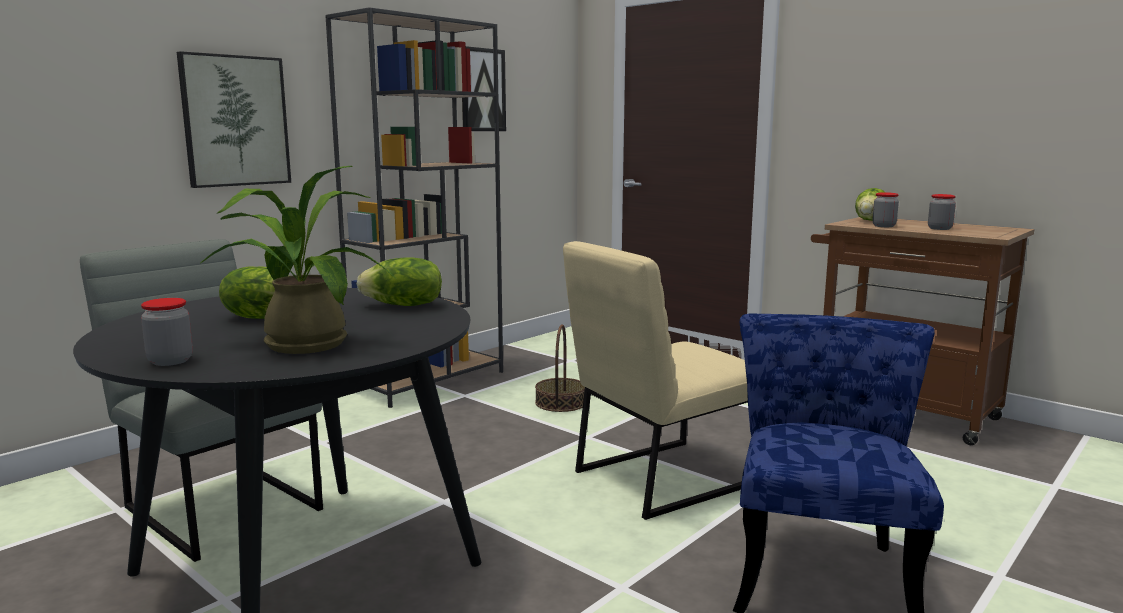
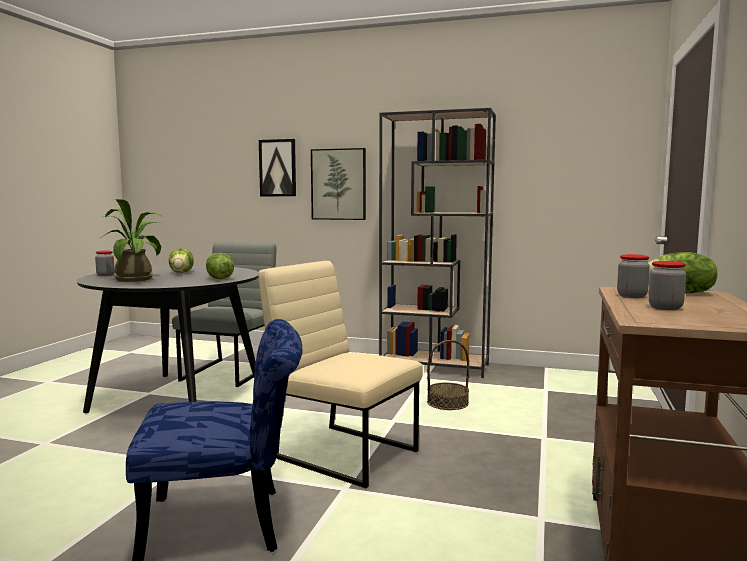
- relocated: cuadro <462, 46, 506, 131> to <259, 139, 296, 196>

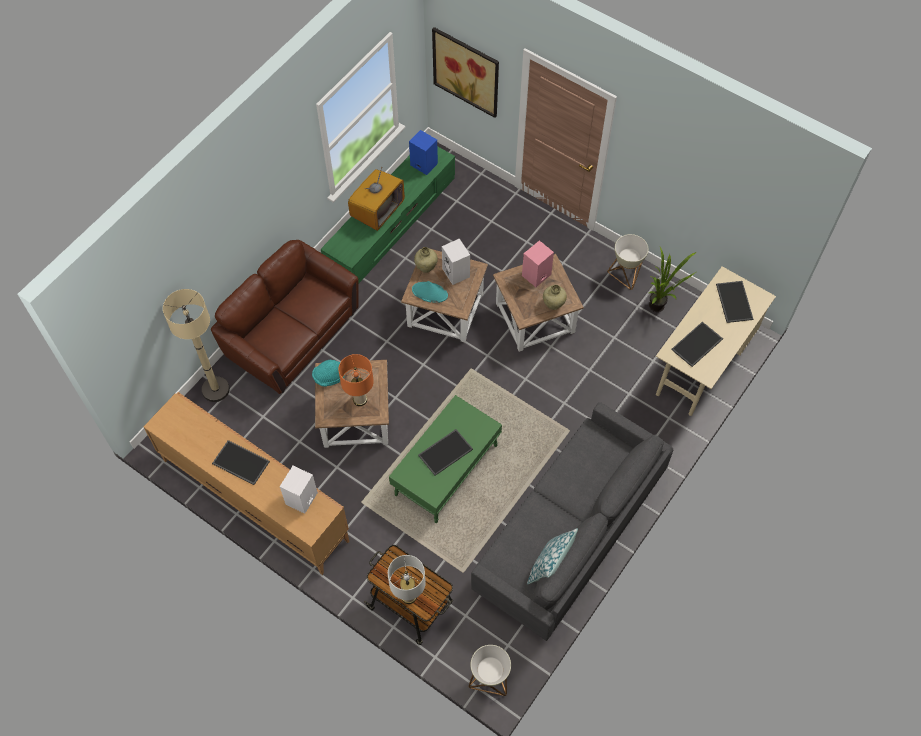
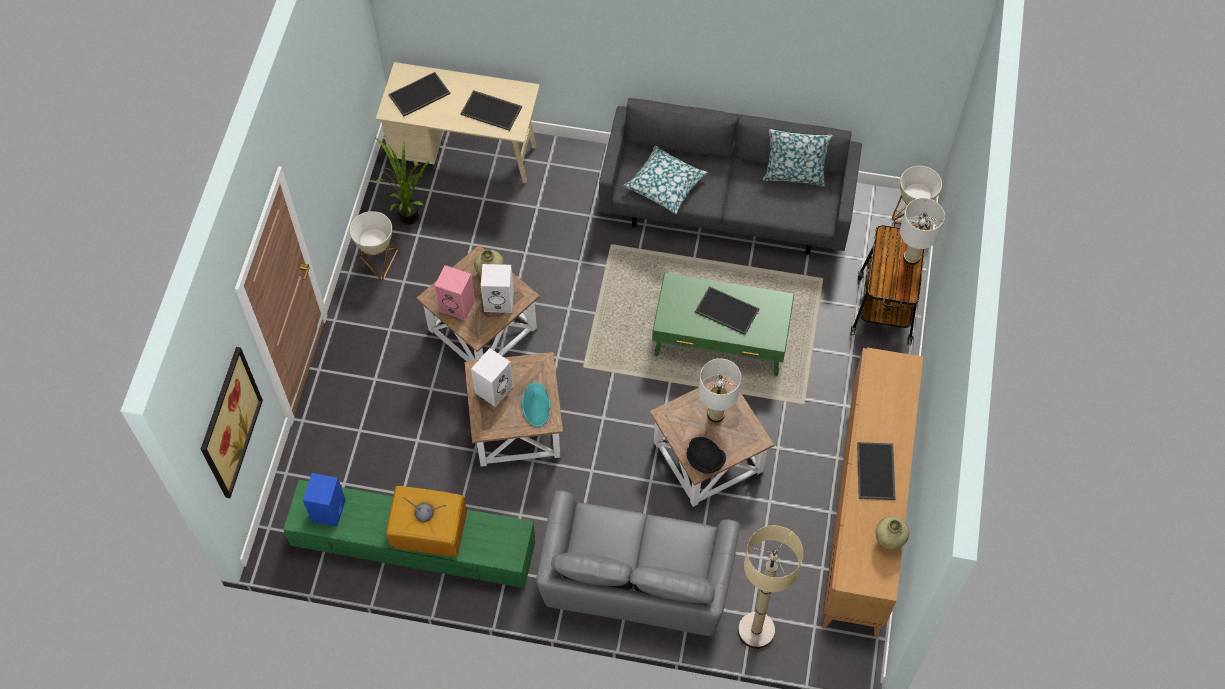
- colour: sofá [marrón] <211, 240, 359, 394> to sofá [gris] <536, 490, 740, 636>
- relocated: altavoz [blanco] <280, 466, 318, 514> to <481, 264, 514, 313>
- colour: sombrero [turquesa] <312, 360, 345, 387> to sombrero [negro] <686, 437, 726, 474>
- colour: lámpara de mesa [naranja] <338, 354, 374, 406> to lámpara de mesa [blanco] <698, 358, 741, 422>
- relocated: florero [beis] <414, 247, 438, 273> to <875, 516, 909, 550>
- appeared: cojín <623, 146, 708, 214>

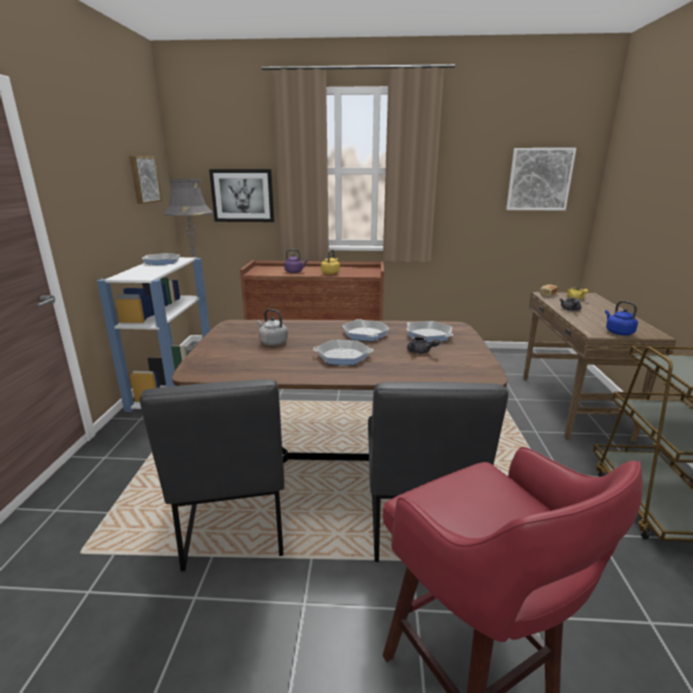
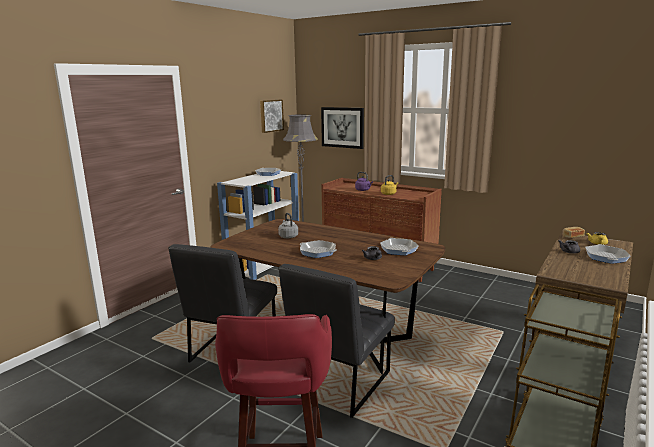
- relocated: sartén <342, 319, 389, 341> to <585, 244, 631, 264>
- missing: cuadro <506, 148, 576, 210>
- missing: hervidor [azul] <605, 301, 638, 335>

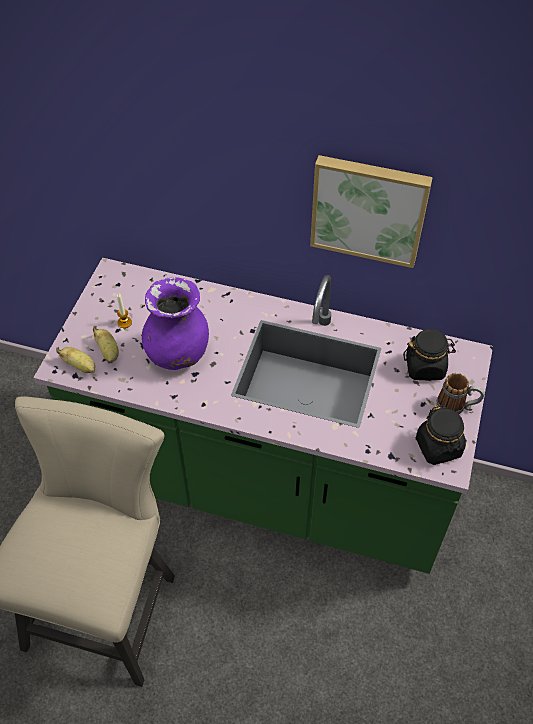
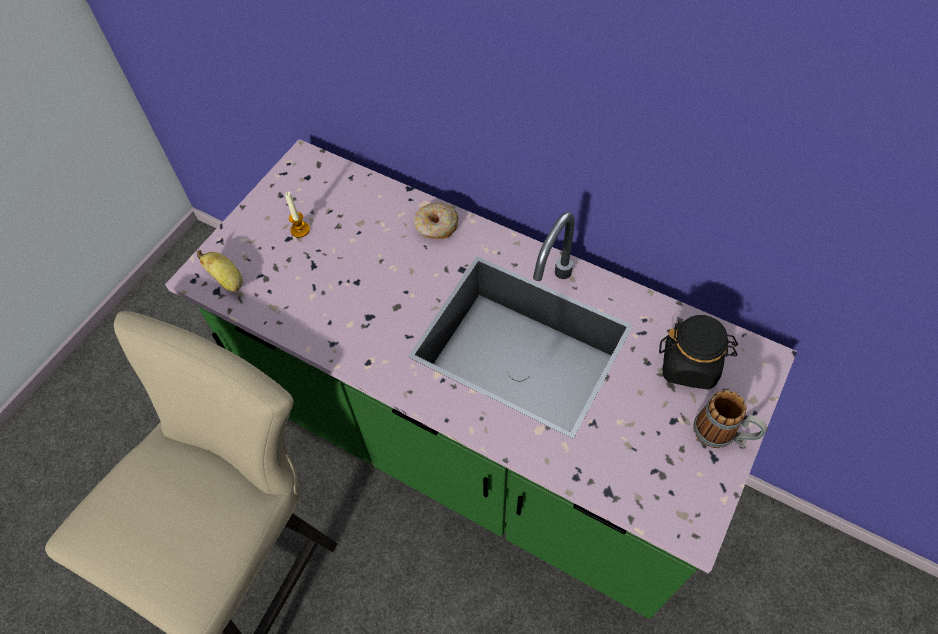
- missing: plátano <93, 326, 119, 363>
- missing: florero [morado] <142, 277, 209, 370>
- missing: cuadro <310, 155, 433, 268>
- missing: tarro [negro] <416, 405, 466, 465>
- appeared: rosquilla <414, 203, 459, 239>

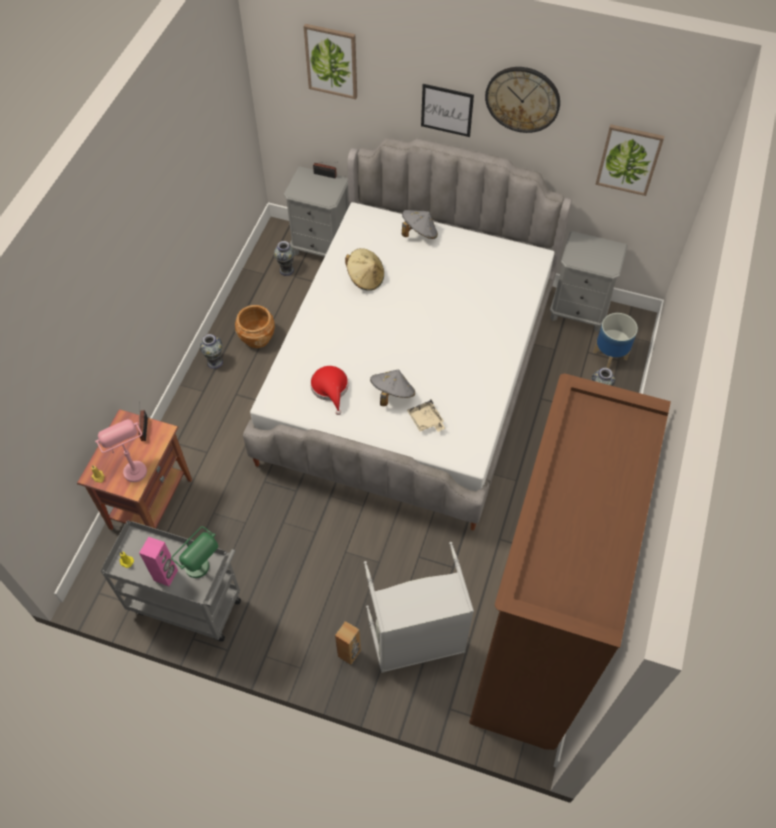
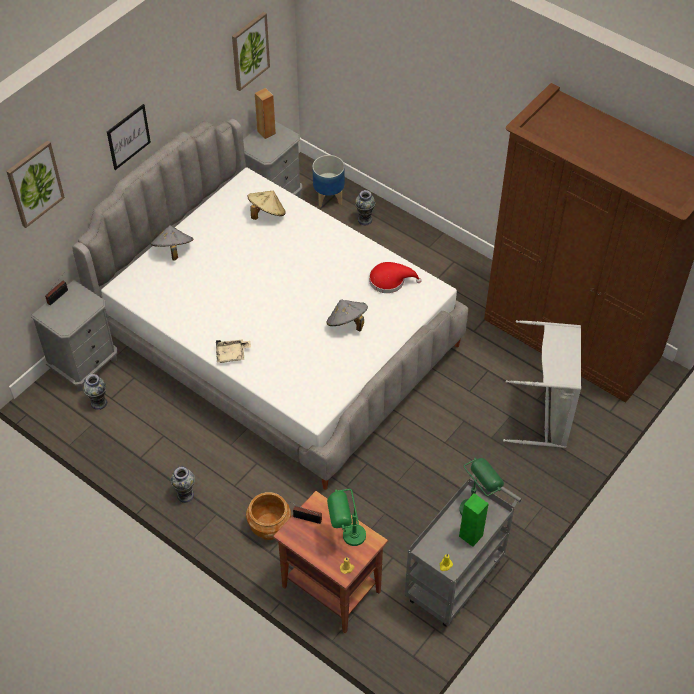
- colour: lámpara de mesa [rosa] <95, 419, 147, 482> to lámpara de mesa [verde] <327, 489, 366, 546>
- colour: altavoz [rosa] <139, 537, 178, 586> to altavoz [verde] <459, 493, 489, 547>
- relocated: maceta [marrón] <235, 305, 275, 348> to <246, 492, 291, 540>
- relocated: sombrero [rojo] <310, 366, 348, 415> to <369, 262, 421, 293>
- relocated: altavoz [marrón] <335, 621, 361, 665> to <255, 88, 276, 139>
- relocated: sombrero [beis] <345, 248, 384, 291> to <247, 191, 286, 220>
- relocated: bandeja [beis] <407, 400, 446, 432> to <216, 339, 251, 363>
- missing: reloj de pared <485, 67, 560, 133>

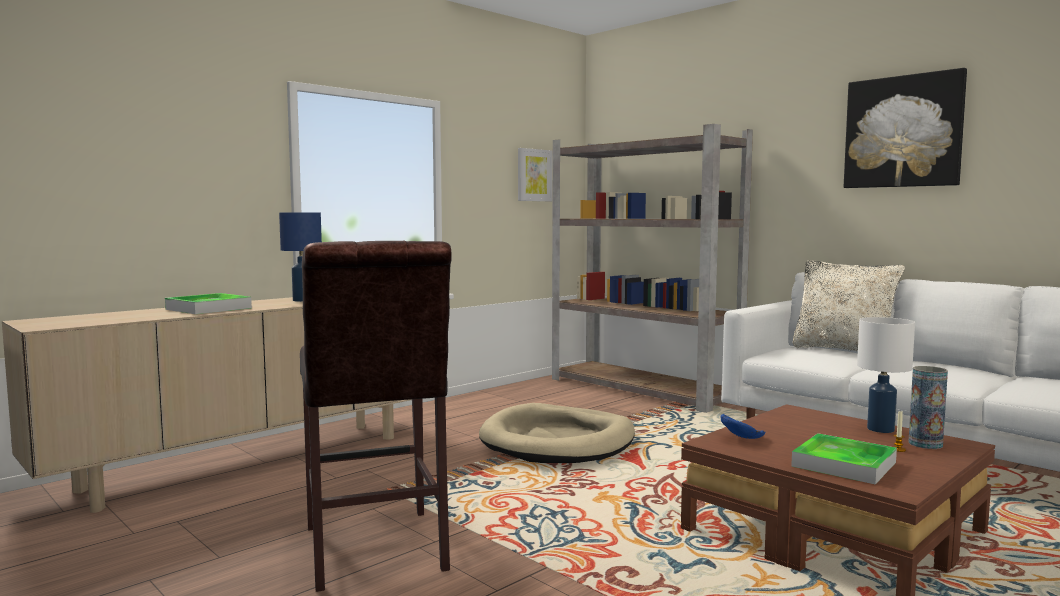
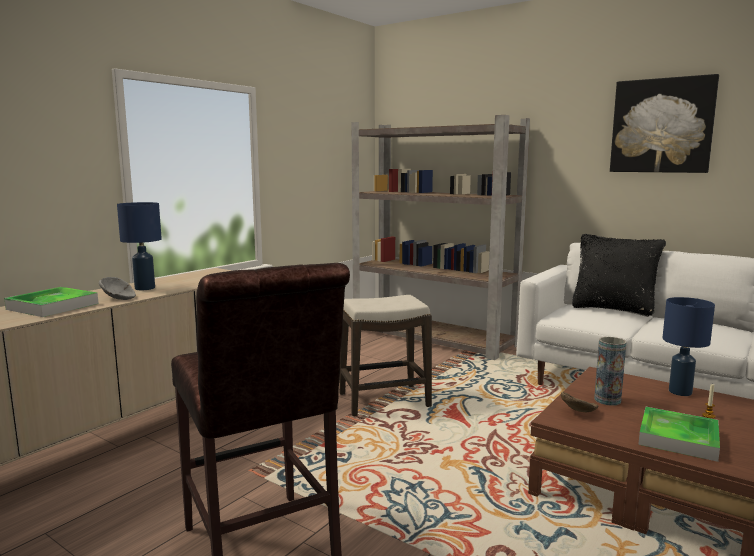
- exchanged: cama para perro [beis] <479, 403, 635, 463> to taburete <340, 295, 432, 416>
- missing: cuadro <518, 148, 552, 201>
- colour: cuenco [azul] <721, 414, 766, 439> to cuenco [marrón] <561, 392, 598, 412>
- colour: cojín [beis] <793, 260, 905, 352> to cojín [negro] <572, 234, 666, 316>
- colour: lámpara de mesa [blanco] <857, 317, 915, 433> to lámpara de mesa [azul] <663, 297, 715, 396>
- relocated: florero <908, 366, 948, 449> to <594, 337, 626, 406>
- appeared: cuenco [gris] <99, 277, 136, 300>

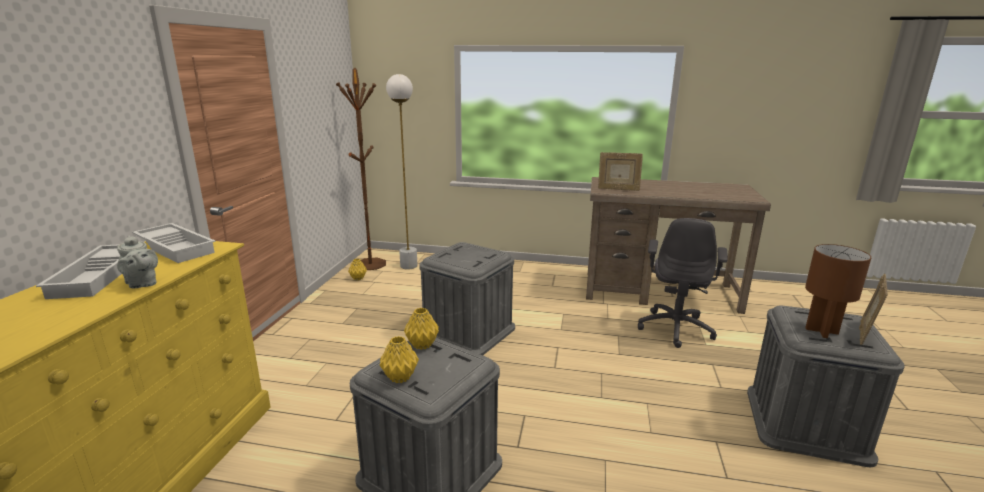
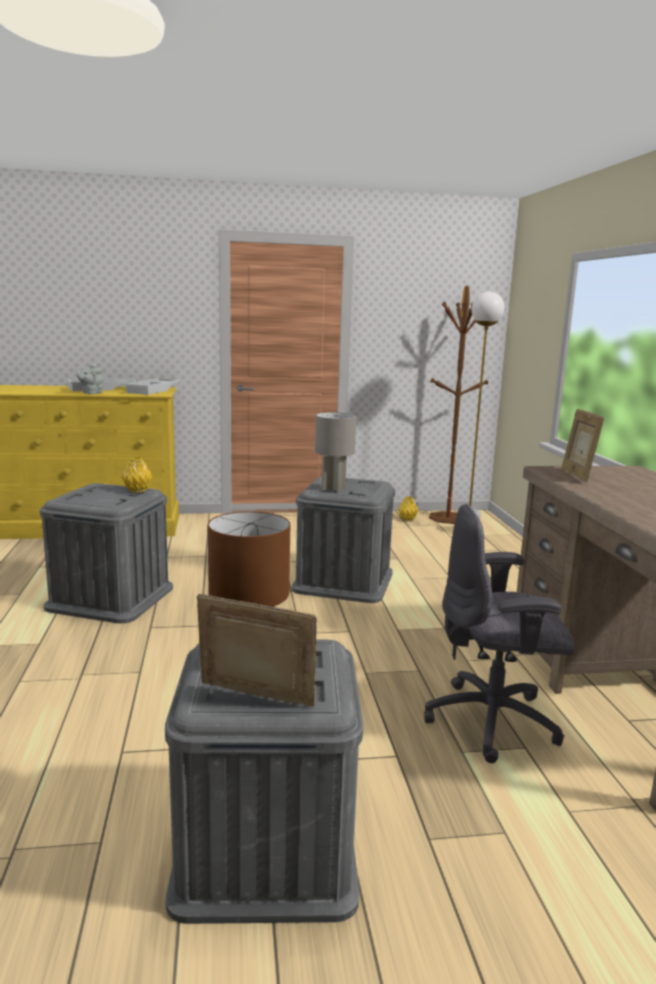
- missing: florero [amarillo] <380, 336, 419, 383>
- appeared: lámpara de mesa [gris] <315, 412, 356, 492>

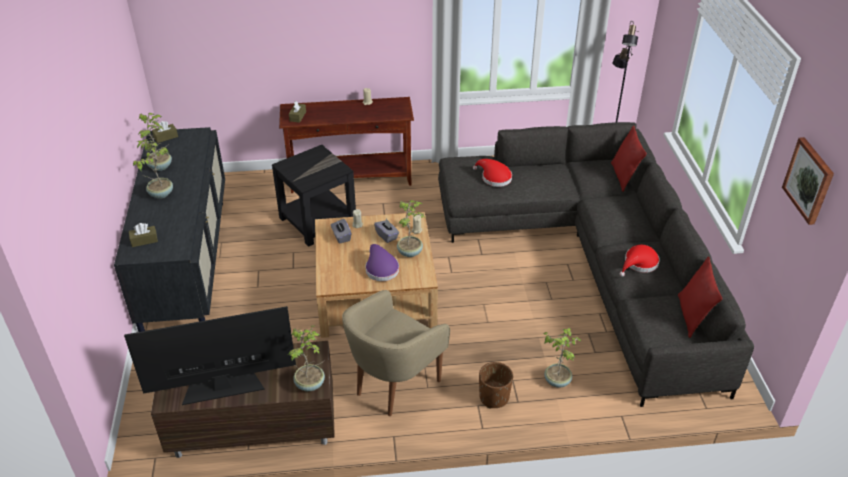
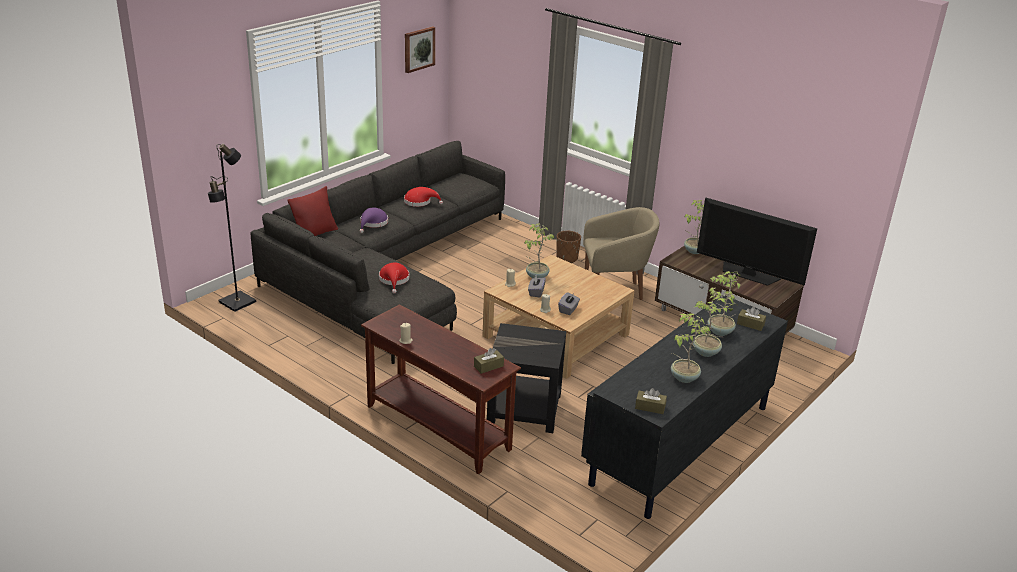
- relocated: sombrero [morado] <365, 244, 399, 281> to <359, 207, 388, 233>
- relocated: planta en maceta <544, 328, 581, 387> to <707, 271, 741, 336>
- missing: cojín [rojo] <678, 256, 723, 338>

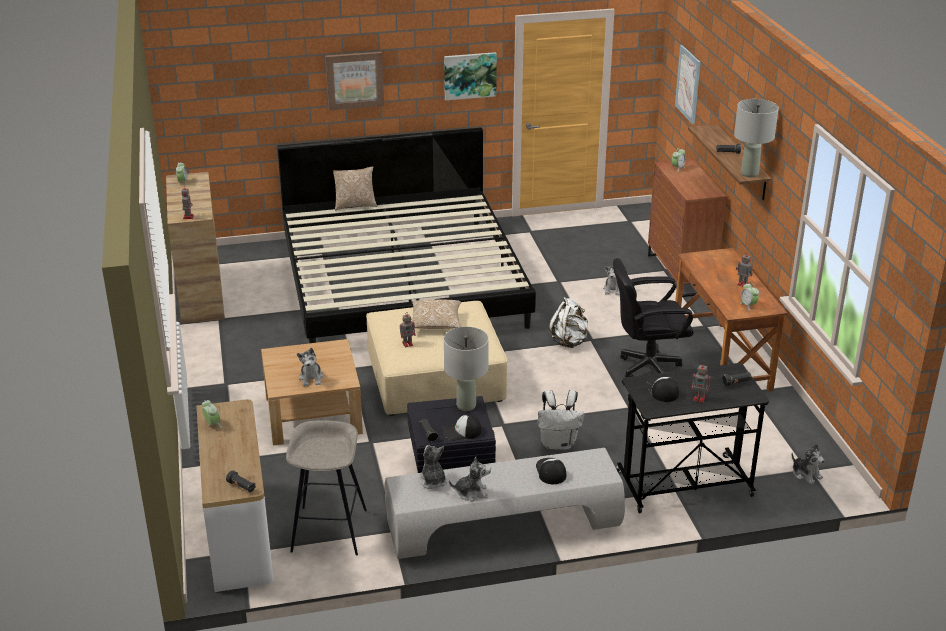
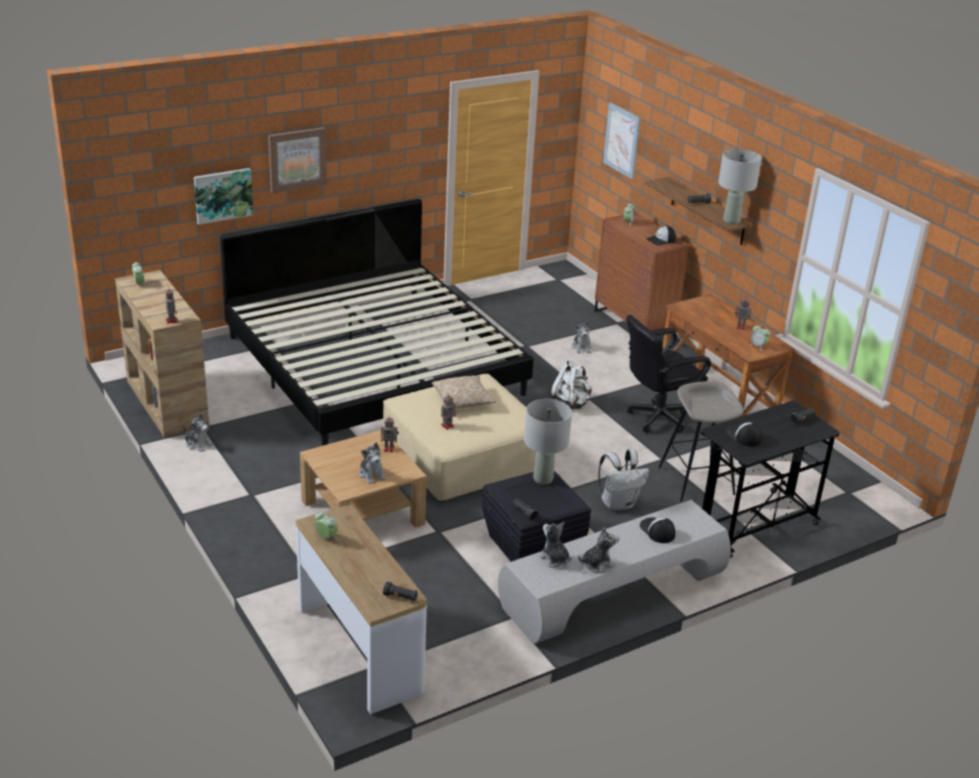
- relocated: taburete [gris] <286, 420, 367, 555> to <659, 381, 744, 502>
- missing: cojín <333, 166, 377, 210>
- relocated: gorra <443, 414, 481, 441> to <646, 226, 676, 246>
- relocated: cuadro <444, 52, 497, 100> to <194, 168, 253, 225>
- relocated: robot de juguete <691, 364, 712, 403> to <381, 415, 399, 452>
- relocated: peluche <792, 444, 824, 485> to <183, 414, 213, 452>

